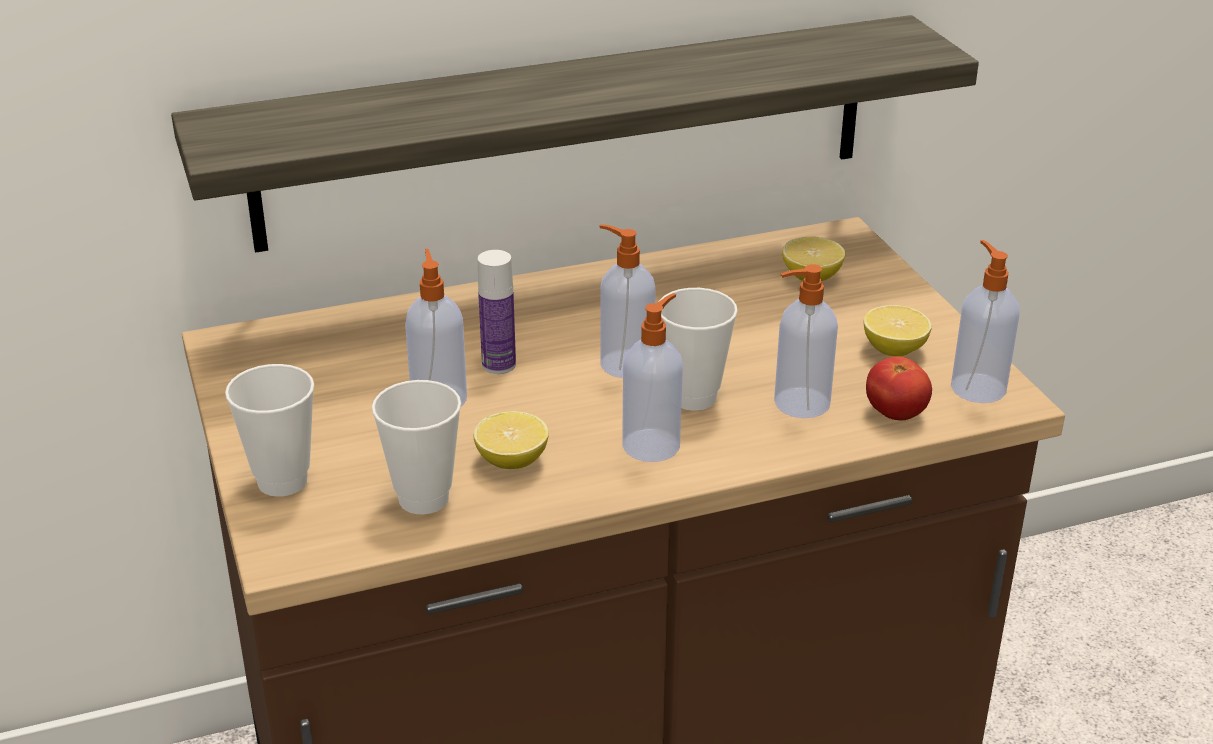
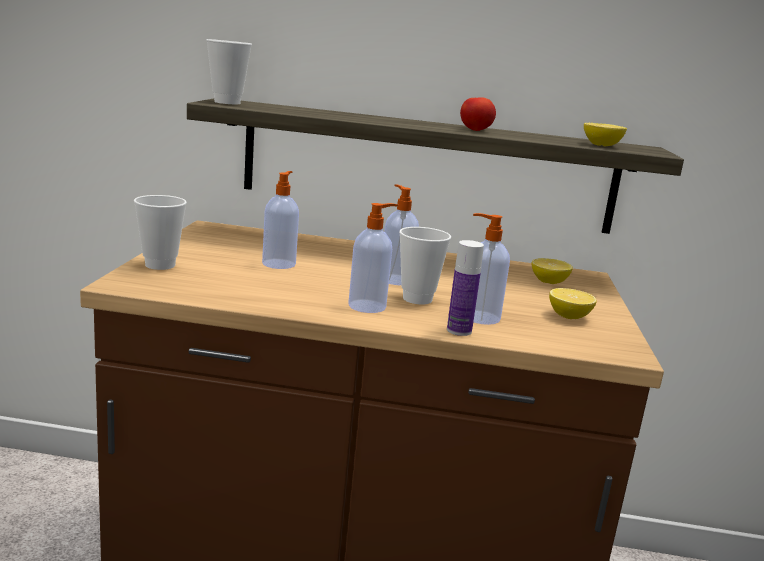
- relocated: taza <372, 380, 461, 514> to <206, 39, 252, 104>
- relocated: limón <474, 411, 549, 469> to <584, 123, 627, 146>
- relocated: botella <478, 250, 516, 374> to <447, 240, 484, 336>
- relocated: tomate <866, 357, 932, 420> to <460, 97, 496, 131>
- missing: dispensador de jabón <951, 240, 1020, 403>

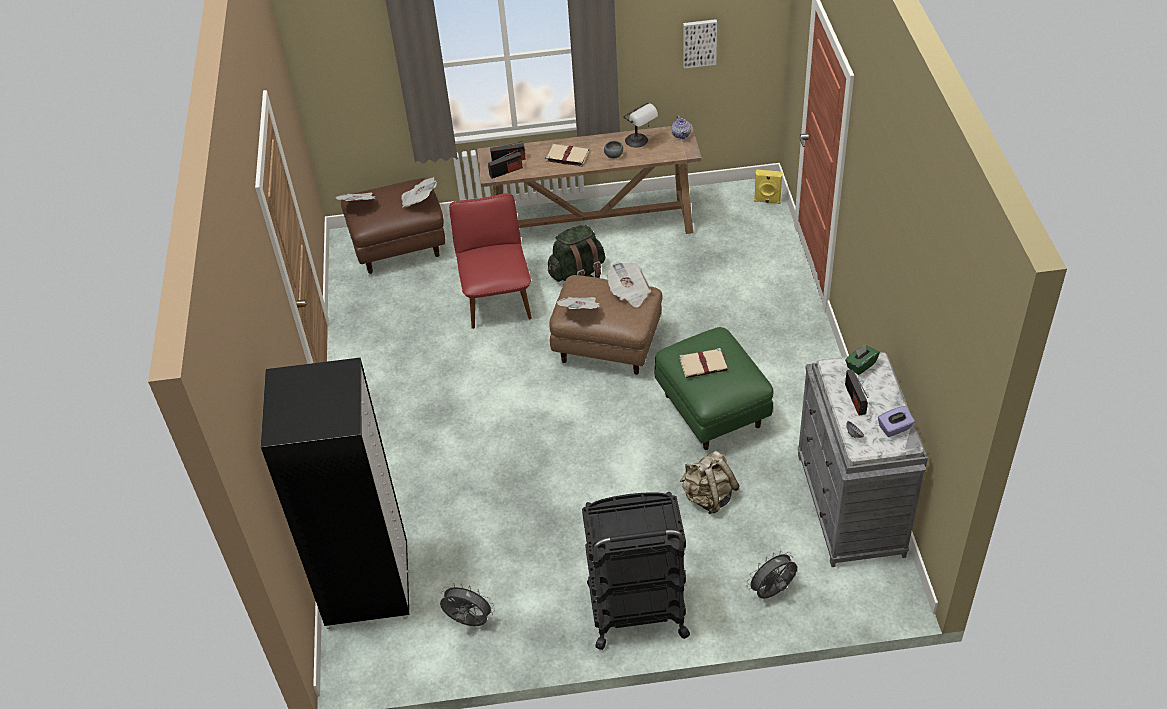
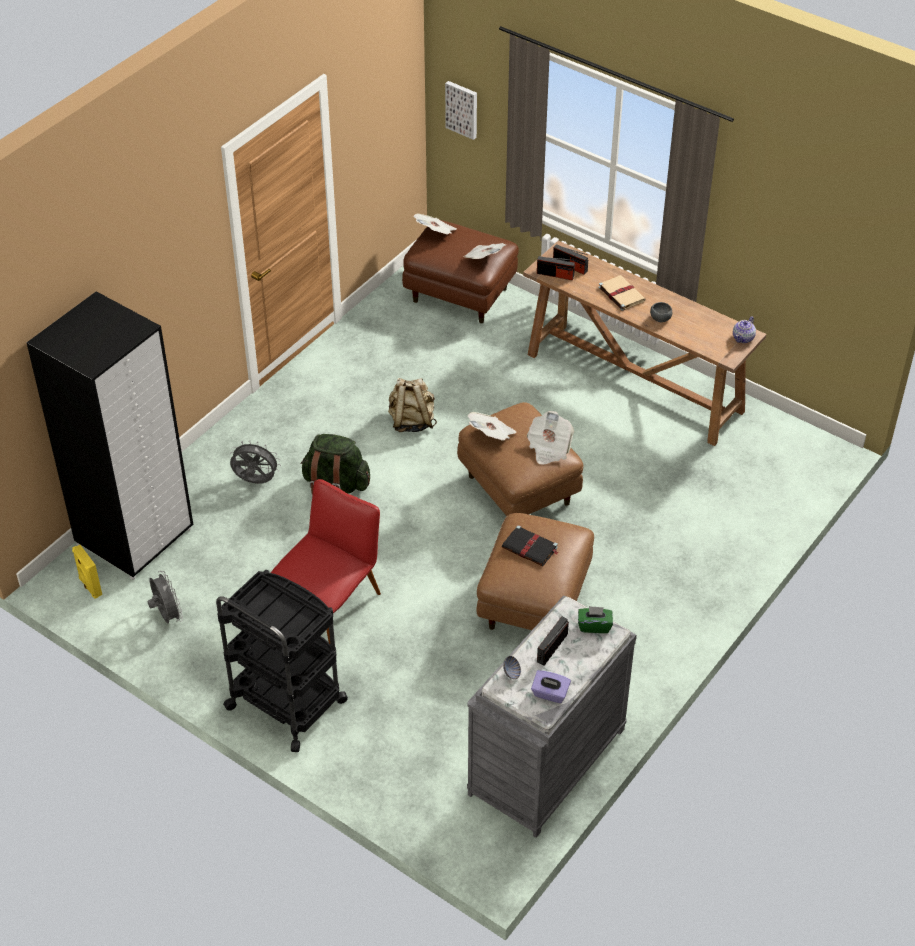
- relocated: silla [rojo] <449, 193, 532, 329> to <270, 479, 381, 644>
- relocated: mochila [verde] <548, 225, 605, 282> to <301, 434, 370, 495>
- missing: lámpara de mesa <623, 103, 658, 147>
- colour: puf [verde] <654, 327, 774, 450> to puf [marrón] <477, 513, 594, 630>
- colour: libro [beis] <679, 348, 728, 378> to libro [negro] <502, 525, 558, 566>
- relocated: mochila [beis] <680, 451, 740, 514> to <388, 378, 437, 432>
- relocated: cuadro <683, 19, 717, 69> to <445, 81, 477, 140>
- relocated: ventilador [gris] <746, 550, 797, 599> to <230, 440, 281, 484>
- relocated: altavoz [amarillo] <754, 170, 782, 204> to <72, 545, 102, 599>

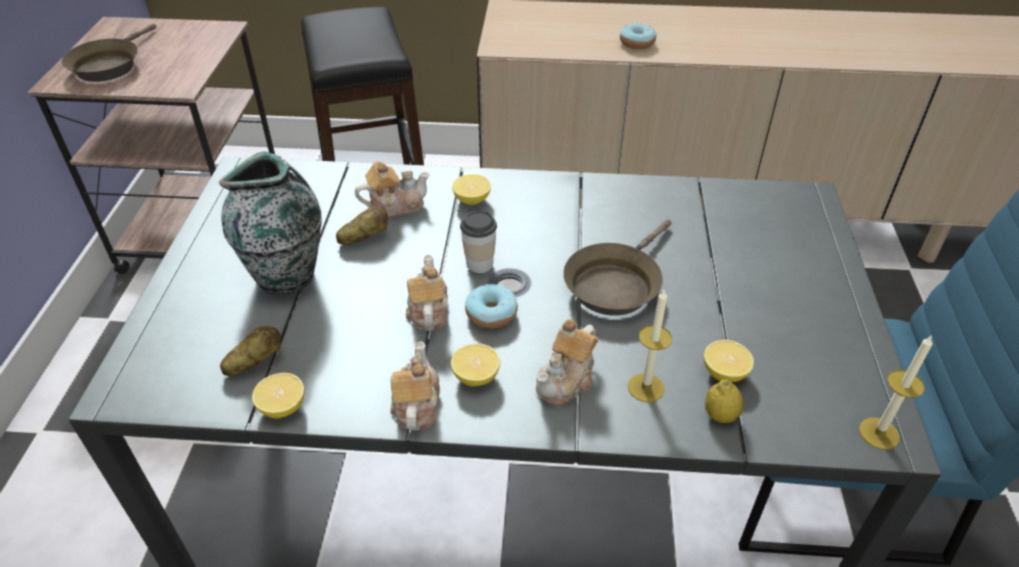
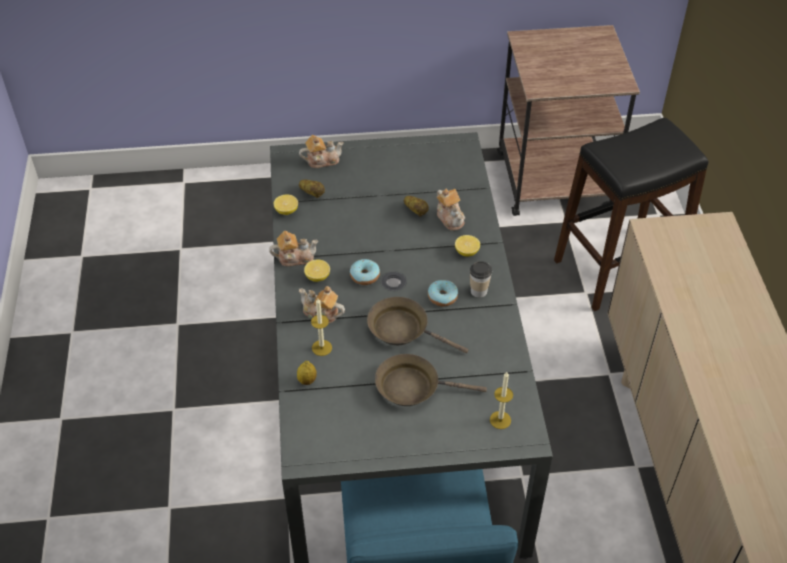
- relocated: sartén [marrón] <62, 24, 156, 82> to <375, 354, 487, 406>
- missing: florero <219, 152, 322, 295>
- relocated: tetera <406, 254, 448, 331> to <299, 135, 343, 168>
- relocated: taza <460, 211, 497, 273> to <470, 261, 492, 298>
- relocated: rosquilla <620, 23, 657, 49> to <428, 280, 458, 306>
- missing: limón <704, 340, 754, 382>
- relocated: vela <859, 335, 933, 450> to <490, 372, 513, 429>

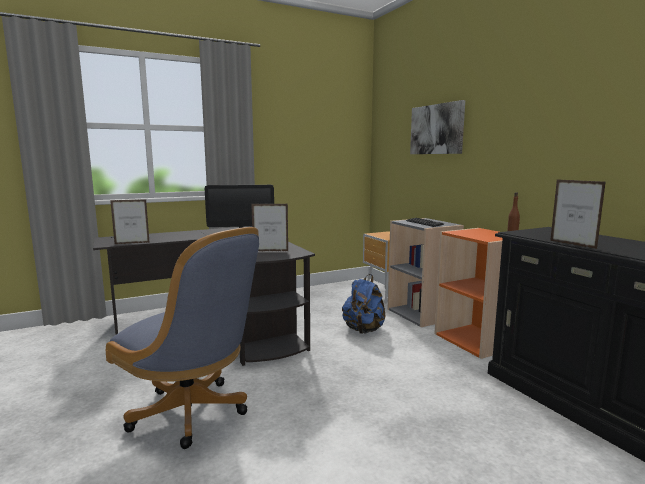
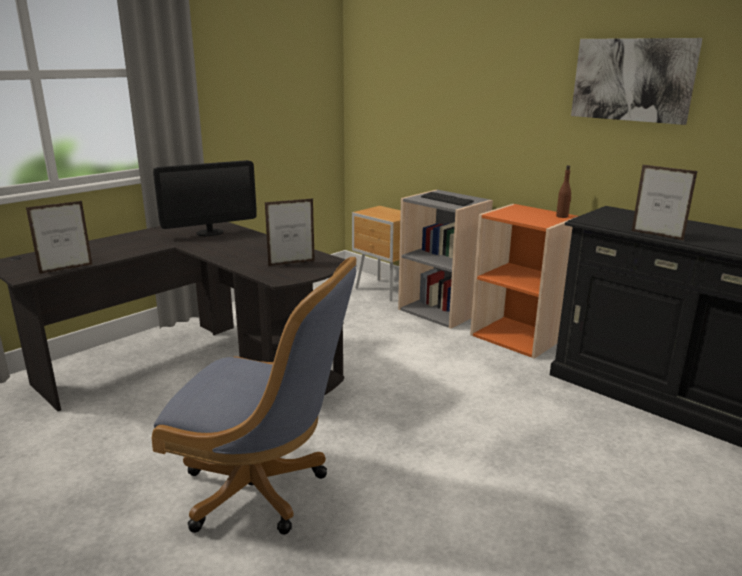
- missing: mochila [azul] <342, 274, 385, 334>
- relocated: cuadro <410, 100, 465, 154> to <571, 38, 703, 125>

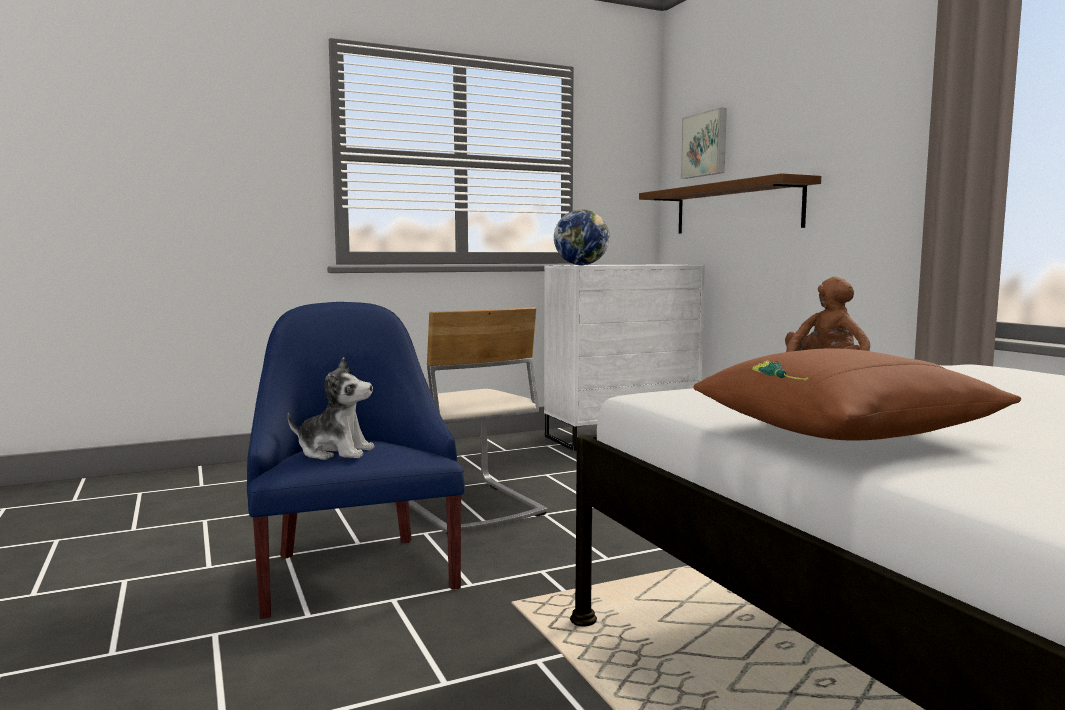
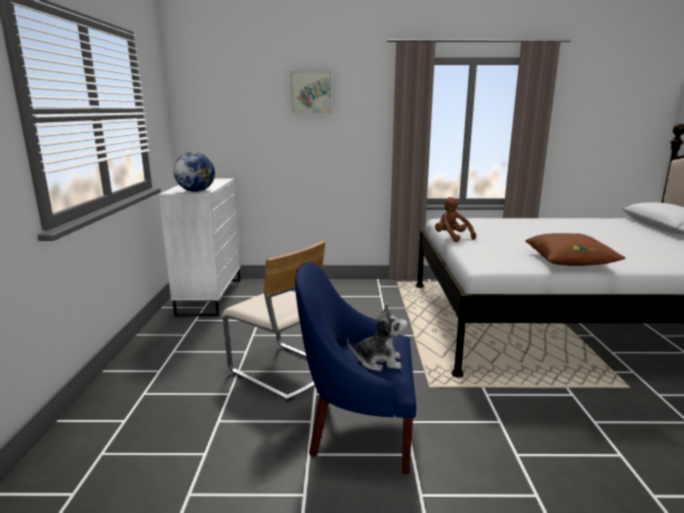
- spun: peluche <287, 357, 375, 460> = <347, 304, 408, 371> 60 degrees clockwise
- spun: silla [beis] <408, 307, 548, 534> = <222, 241, 325, 402> 45 degrees clockwise
- missing: estante [marrón] <639, 173, 821, 233>
- relocated: cuadro <681, 107, 727, 179> to <291, 71, 332, 114>

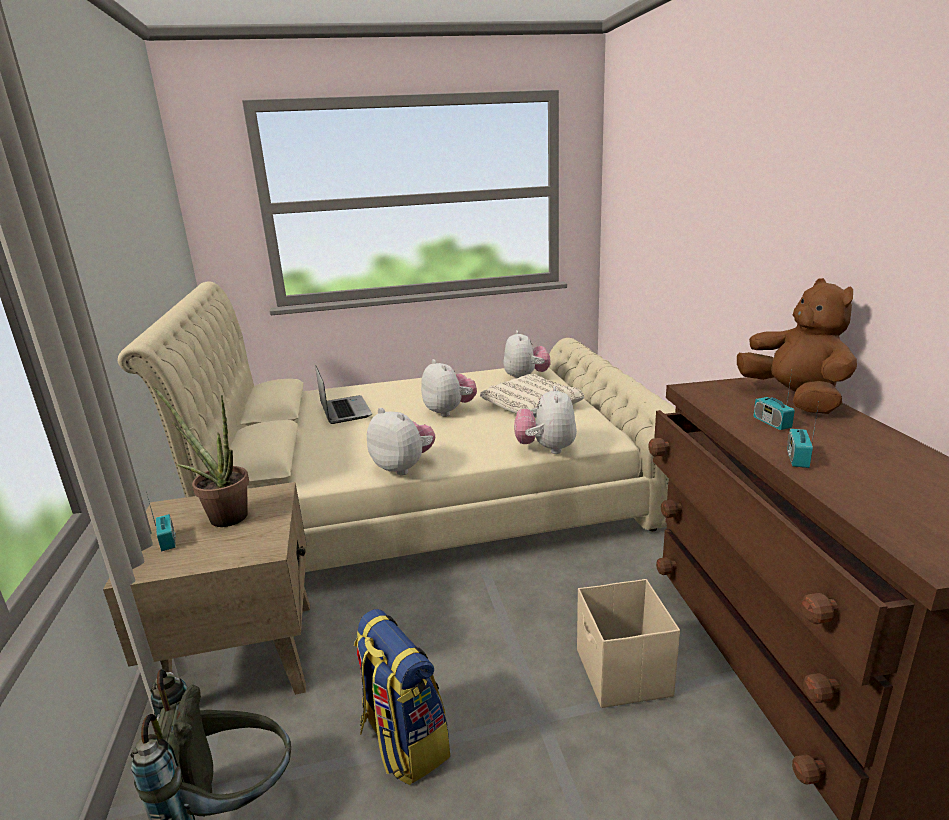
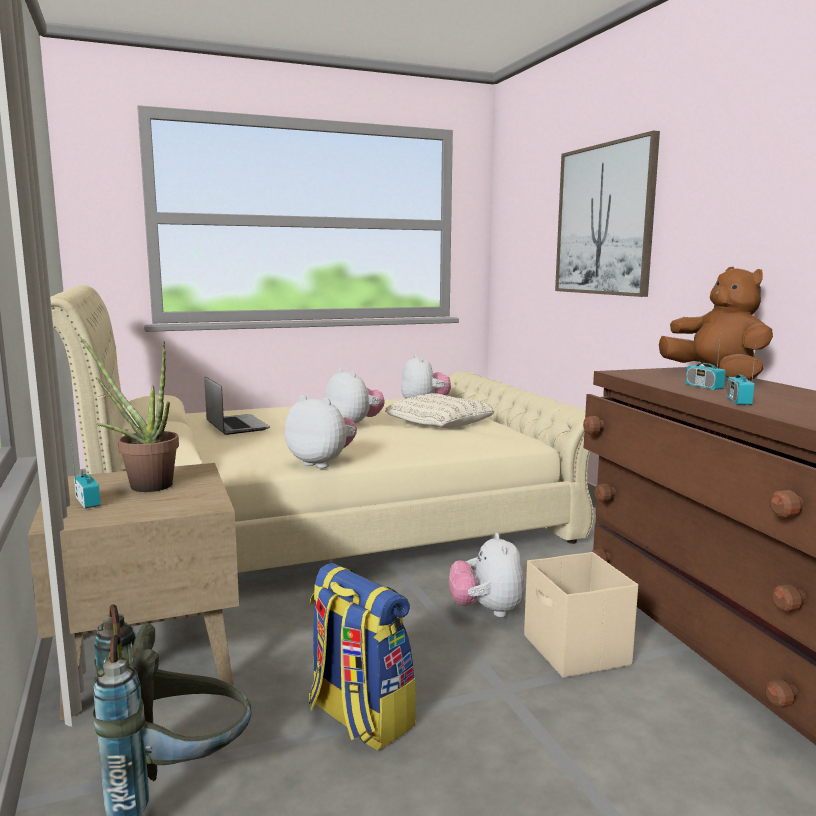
- relocated: peluche <514, 386, 577, 454> to <449, 533, 525, 617>
- appeared: cuadro <555, 131, 660, 297>

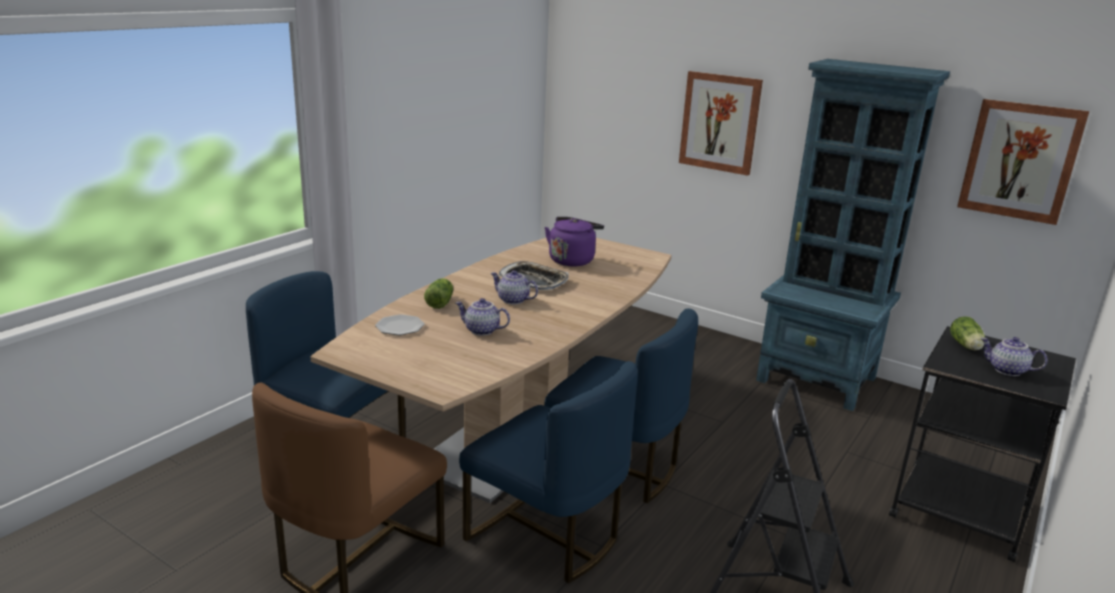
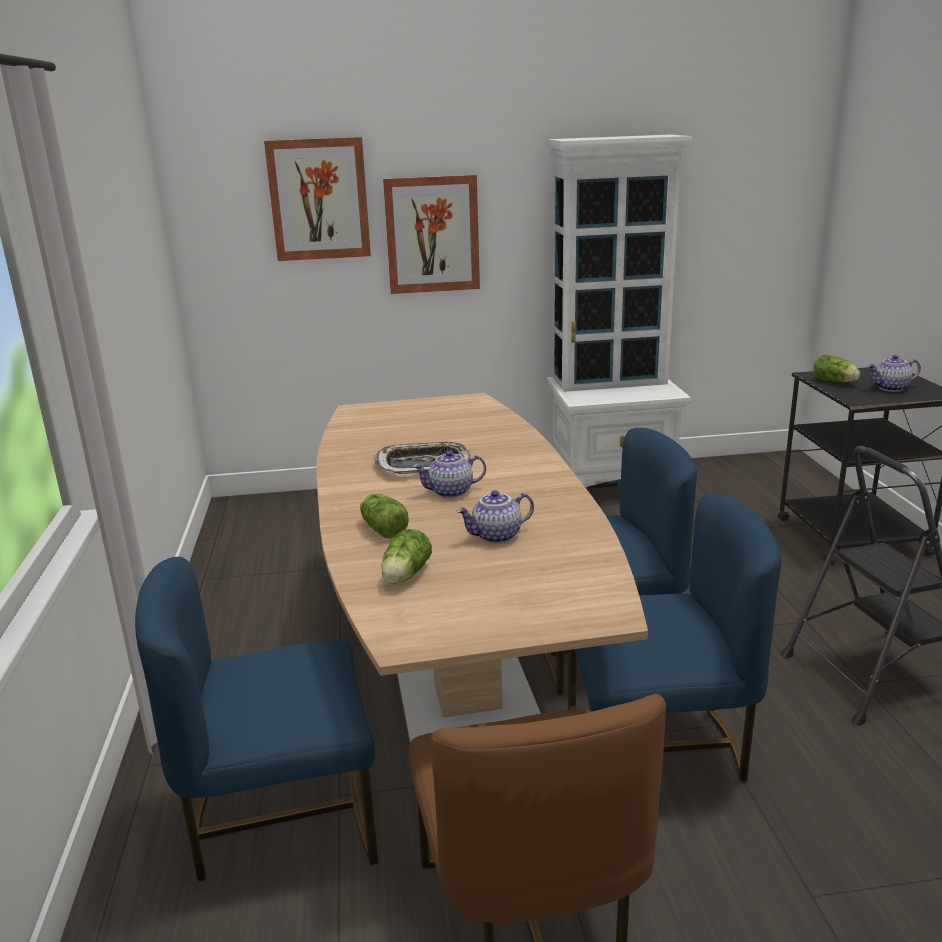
- exchanged: plato <375, 314, 425, 335> to lechuga <381, 529, 432, 584>
- missing: hervidor [morado] <545, 217, 604, 266>
- colour: armario [azul] <756, 59, 950, 411> to armario [blanco] <546, 135, 692, 489>
- relocated: cuadro <957, 99, 1089, 225> to <264, 137, 371, 261>

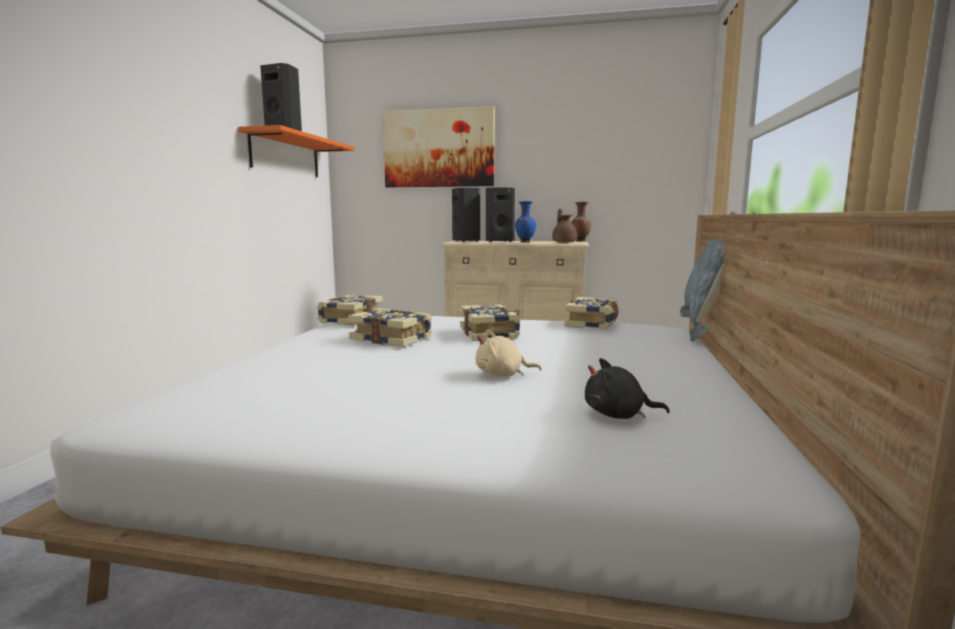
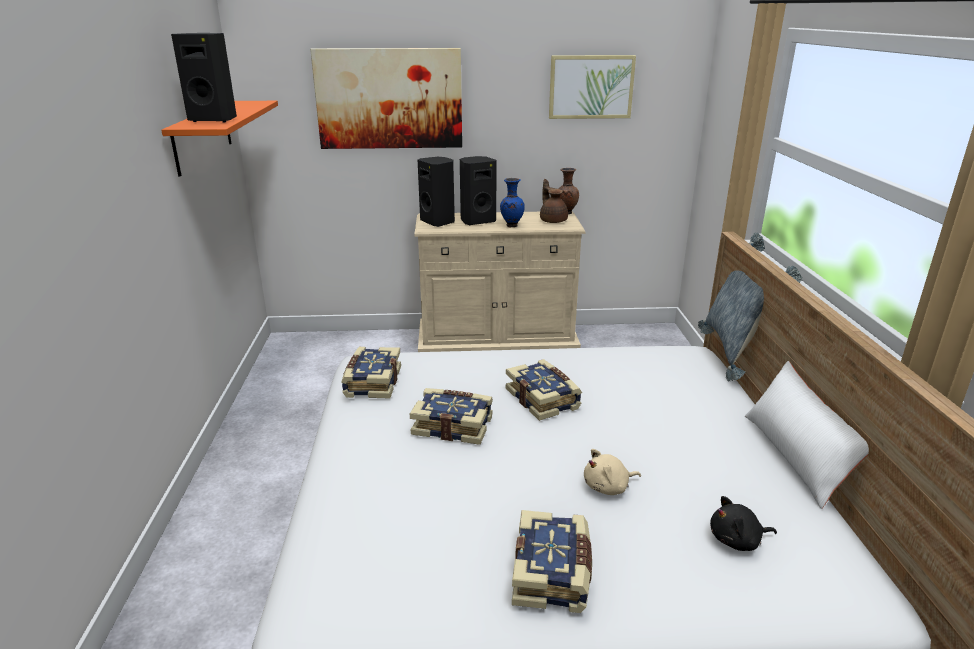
- relocated: libro <564, 297, 619, 330> to <512, 510, 592, 613>
- appeared: cuadro <549, 55, 636, 119>
- appeared: cojín [blanco] <745, 361, 869, 509>

